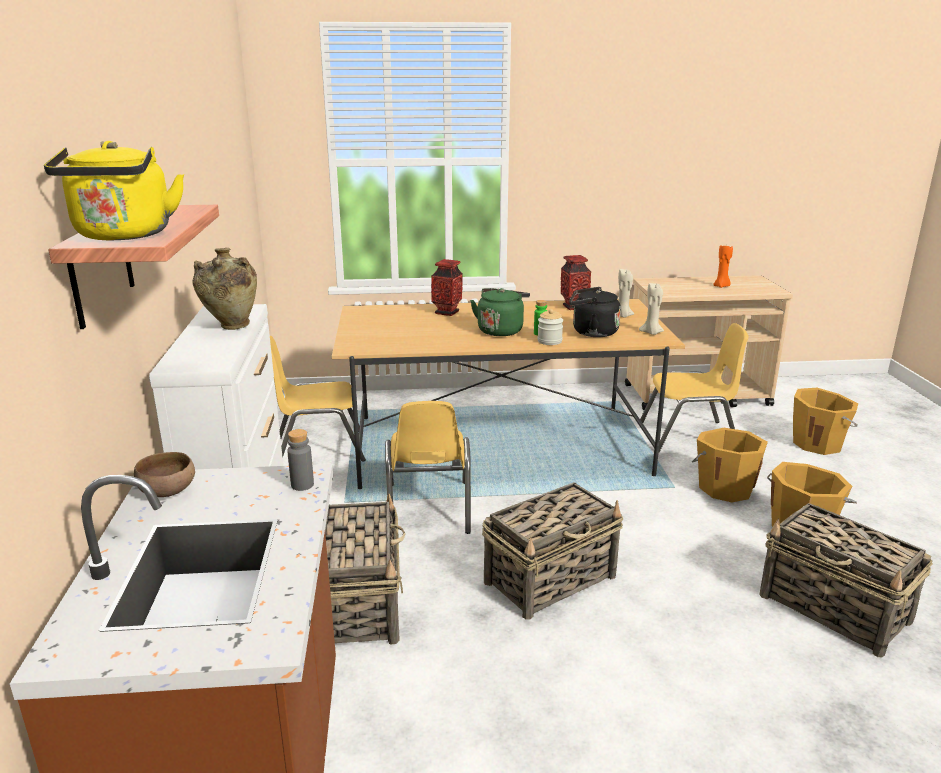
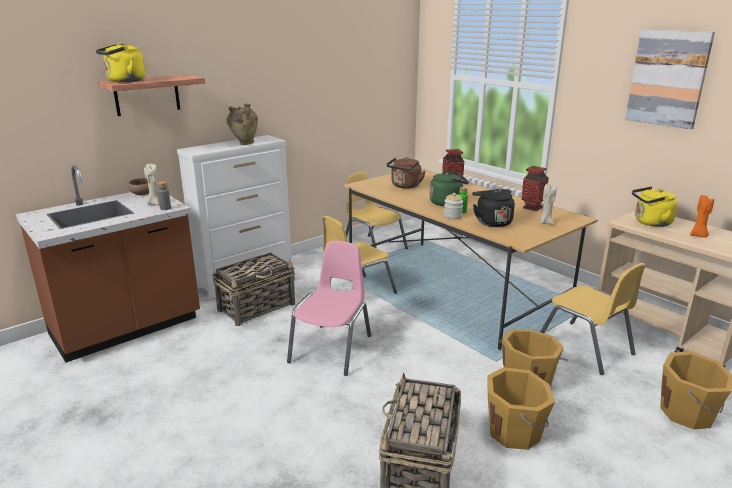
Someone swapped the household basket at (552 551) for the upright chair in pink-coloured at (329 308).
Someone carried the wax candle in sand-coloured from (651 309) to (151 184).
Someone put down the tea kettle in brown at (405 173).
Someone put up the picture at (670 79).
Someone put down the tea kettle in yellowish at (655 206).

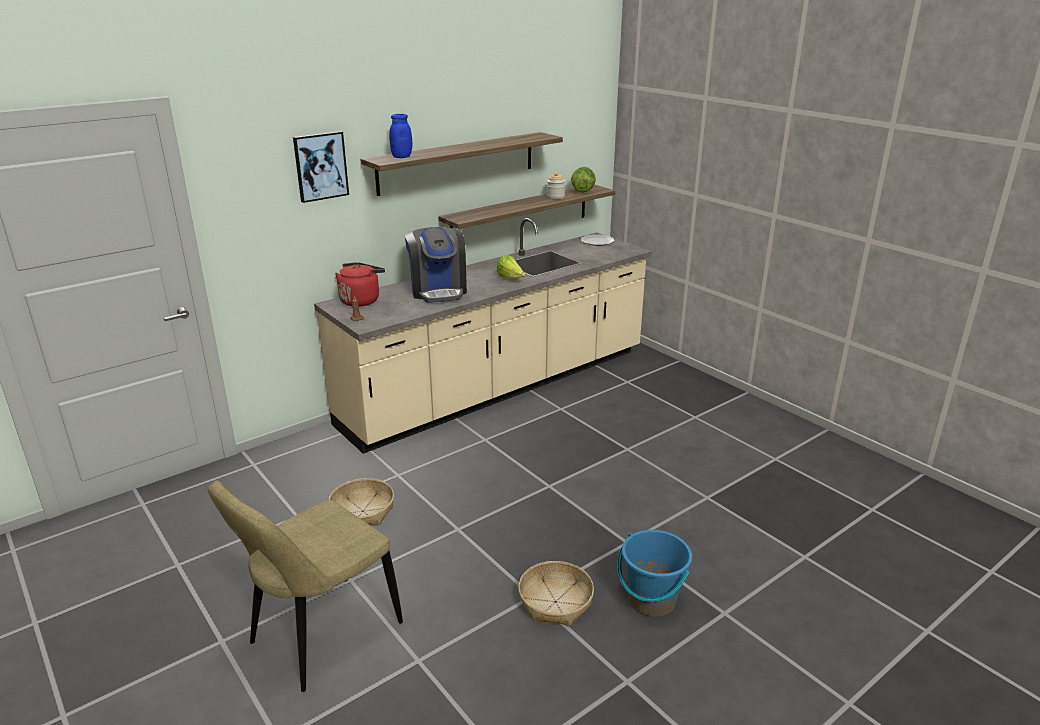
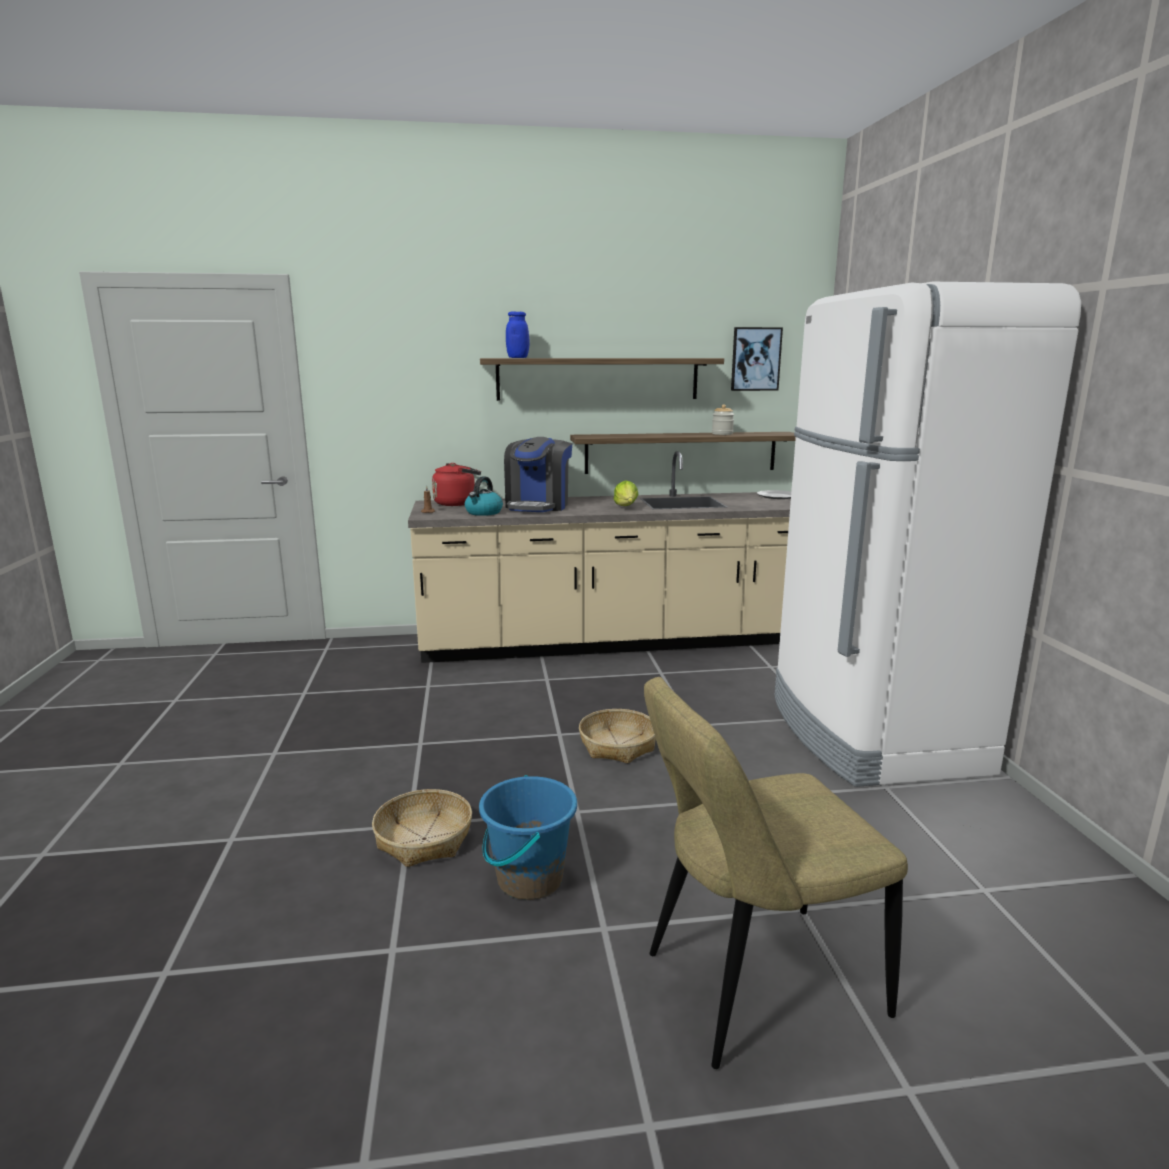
Someone carried the upright chair in sand-coloured from (305 586) to (776 873).
Someone carried the picture from (321 167) to (757 359).
Someone carried the household basket from (361 501) to (617 736).
Someone took away the lettuce head at (583 180).
Someone put down the tea kettle at (484 496).
Someone put down the kitchen fridge in white at (927 534).

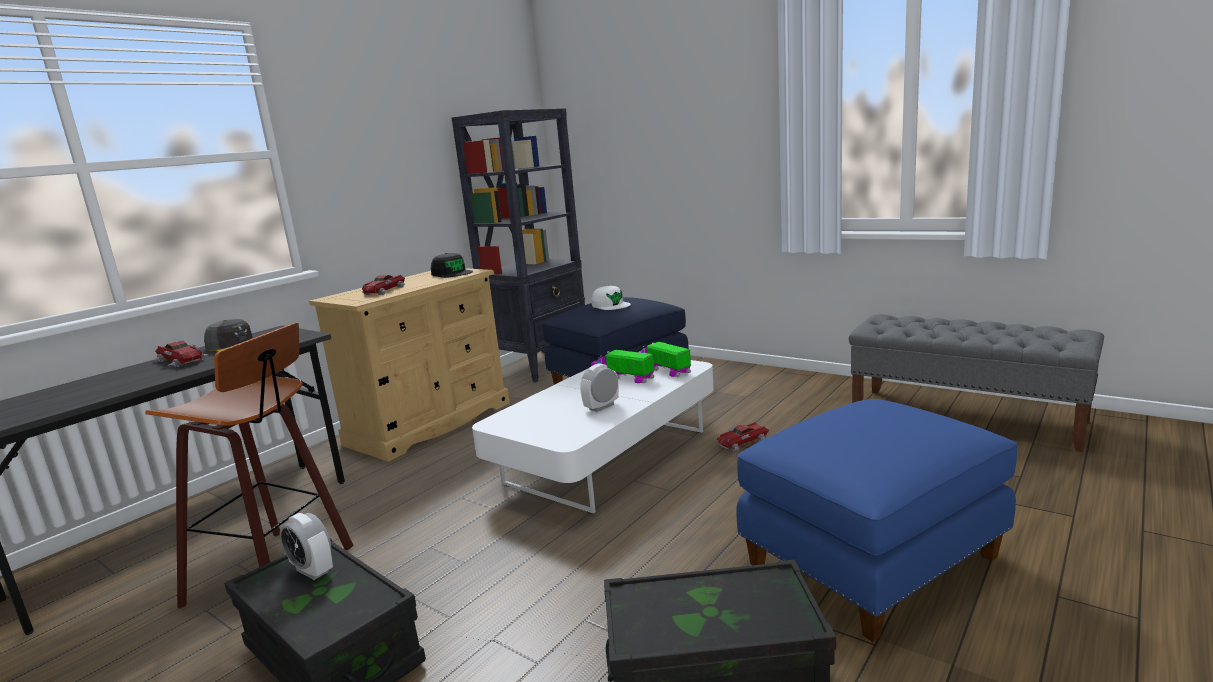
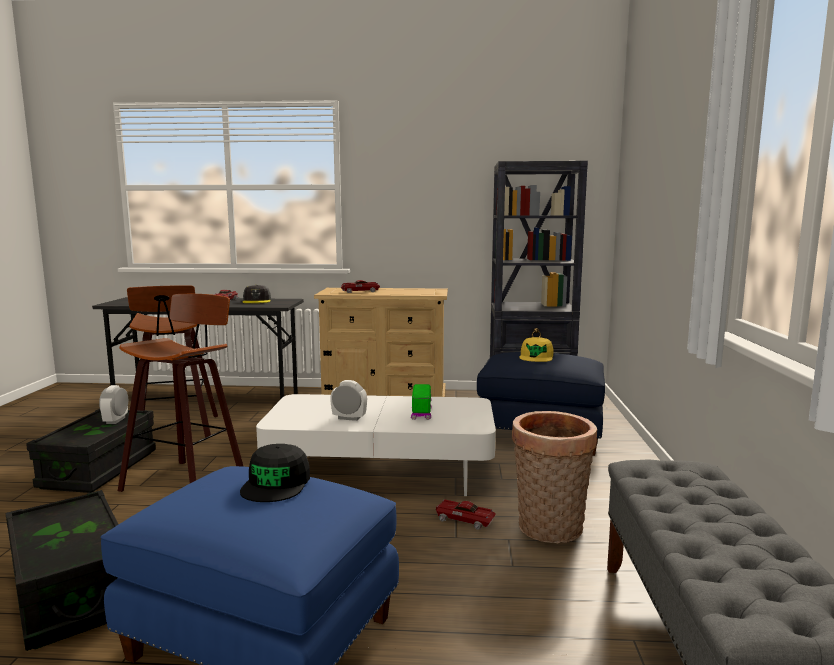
Someone carried the cap in blackish from (452 265) to (275 473).
Someone repainted the cap in white at (611 298), which became the cap in yellowish at (536 349).
Someone took away the toy lorry at (665 359).
Someone put down the stool at (181 393).
Someone put down the household basket at (554 477).

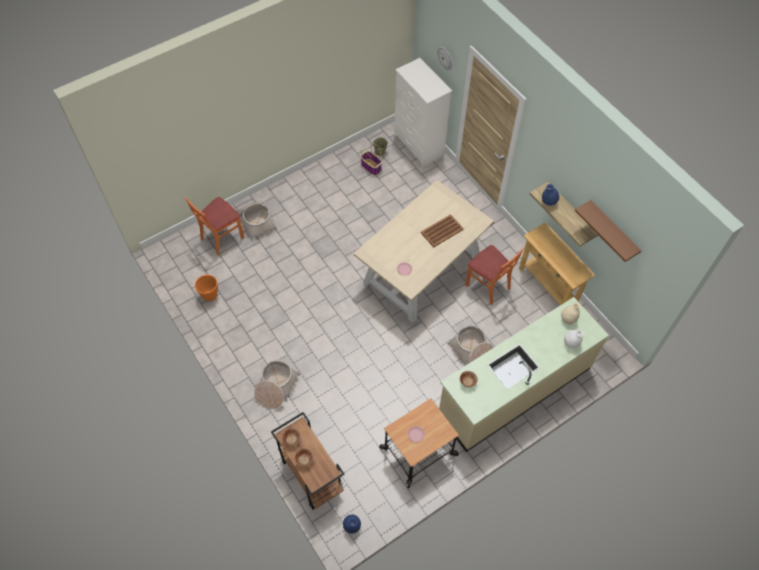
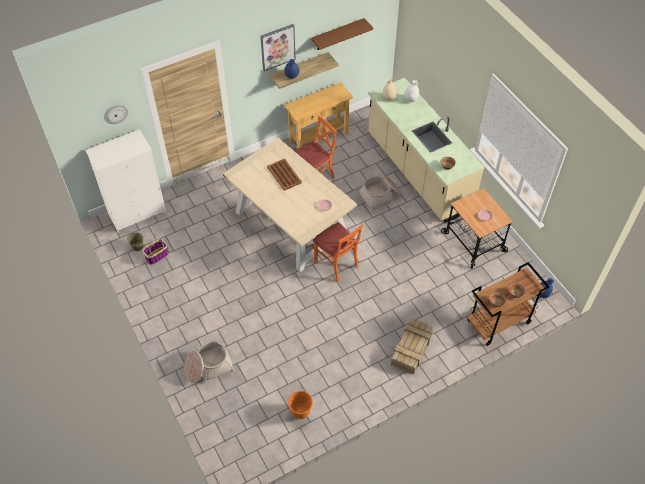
Someone carried the upright chair in orangey from (215 226) to (338 252).
Someone swapped the household basket at (277 384) for the packing crate at (412 346).
Someone put up the picture at (278 47).

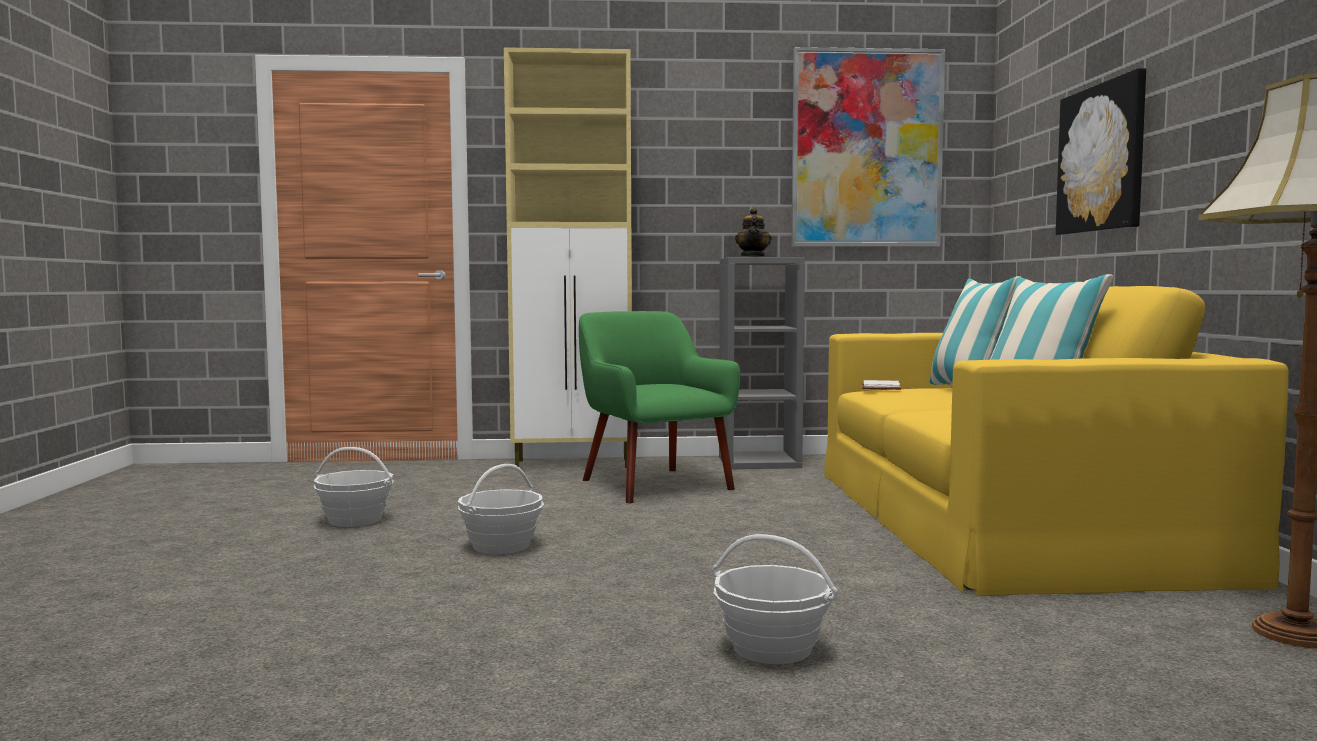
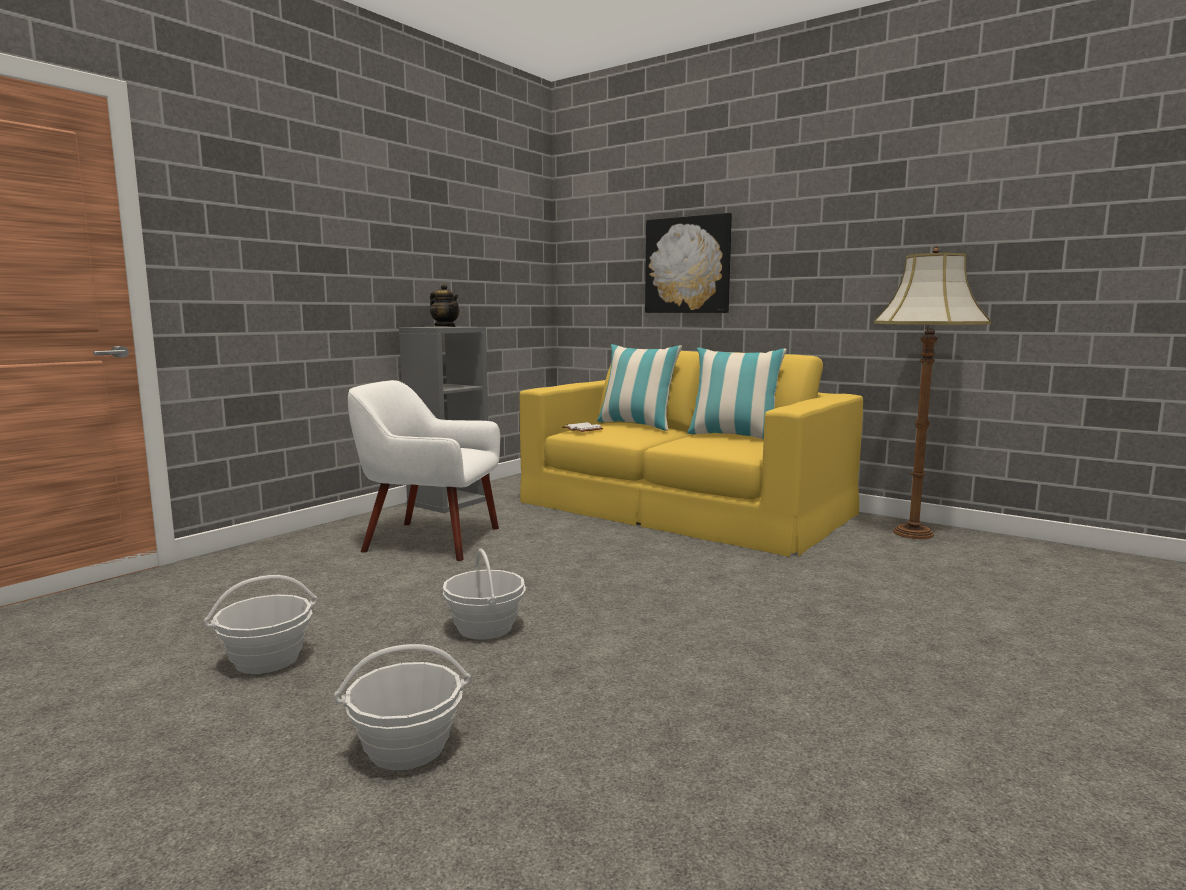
Someone took away the cabinet in sand-coloured at (568 257).
Someone repainted the easy chair in greenish at (659 407), which became the easy chair in white at (424 470).
Someone carried the household basket from (775 599) to (402 707).
Someone took away the picture at (868 146).

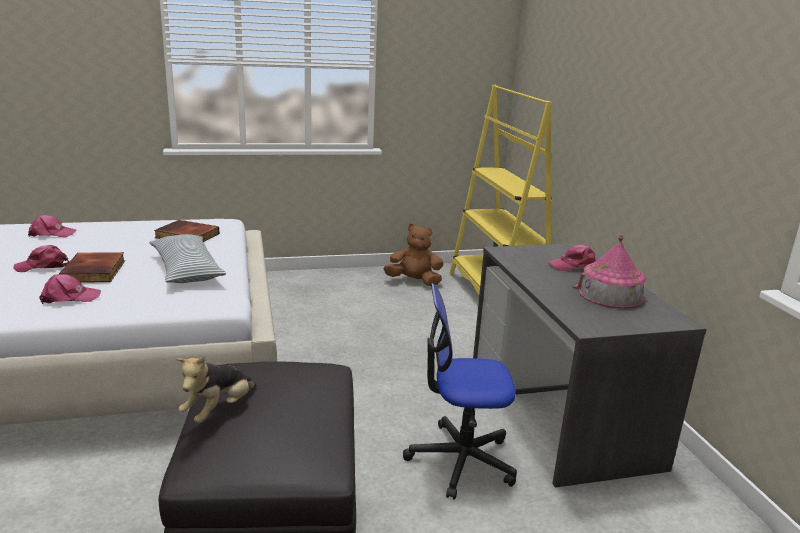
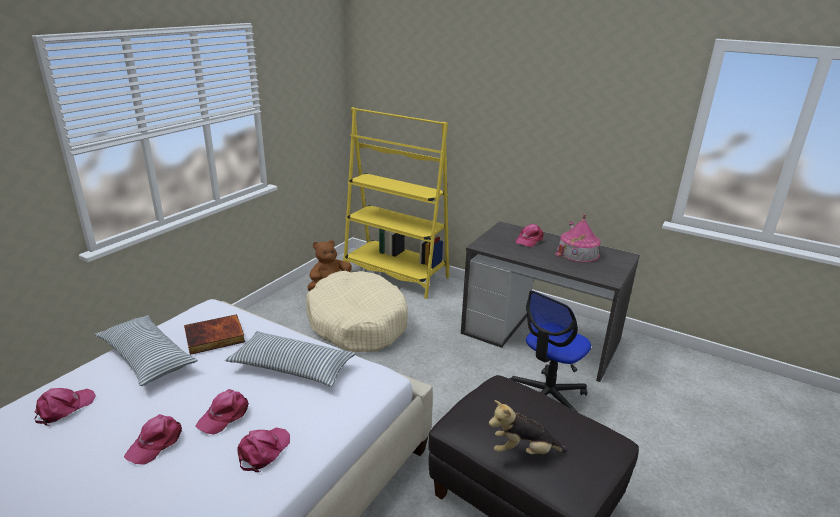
Someone swapped the volume at (92 267) for the cap in pink-coloured at (222 412).
Someone rotated the cuddly toy at (216 389) by 105 degrees clockwise.
Someone put down the pillow at (146 350).
Someone put down the dog bed in sand-coloured at (357 311).

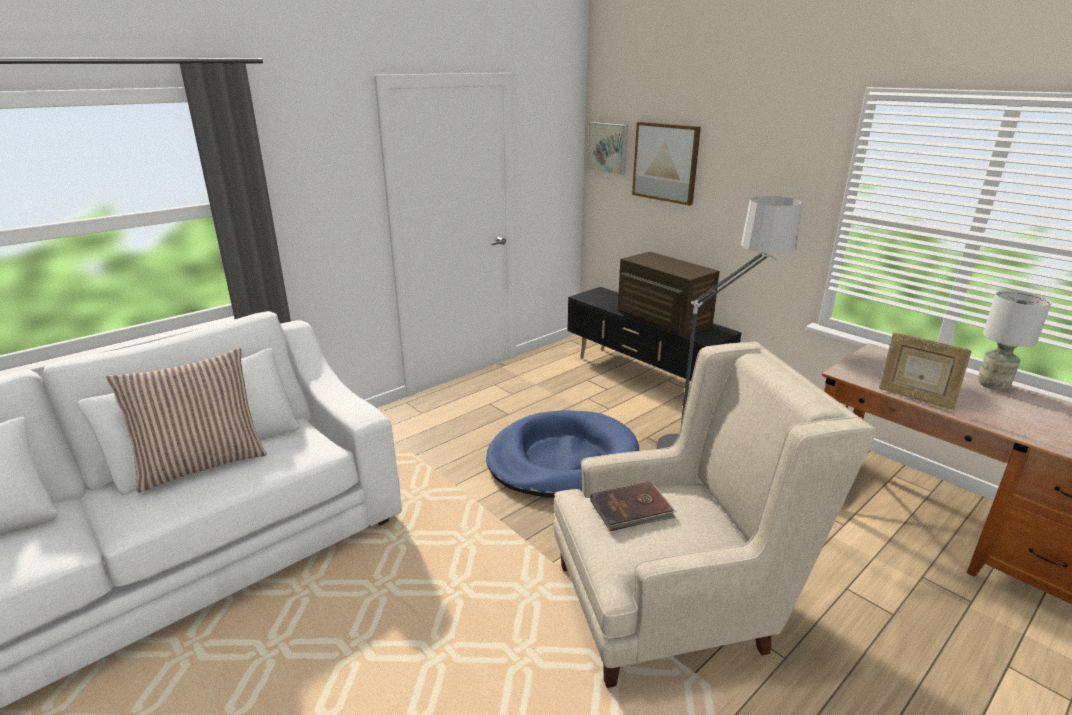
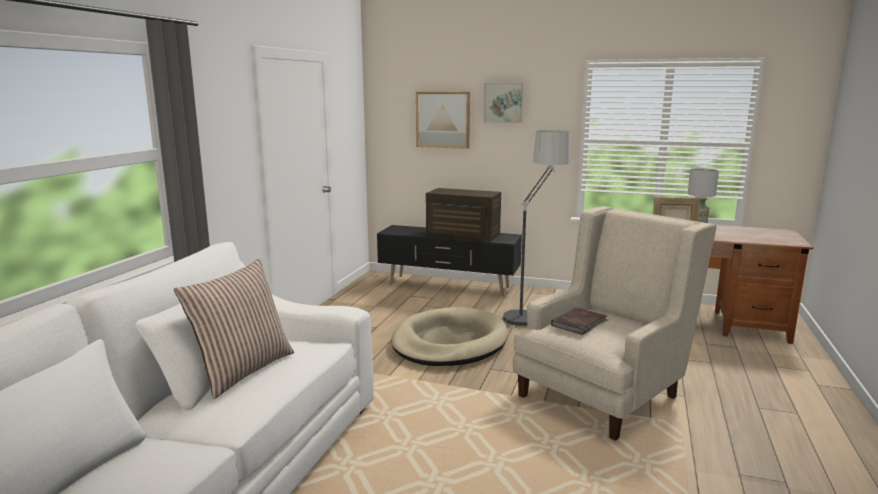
Someone repainted the dog bed in blue at (563 454), which became the dog bed in sand-coloured at (449 336).
Someone carried the picture from (608 148) to (504 103).

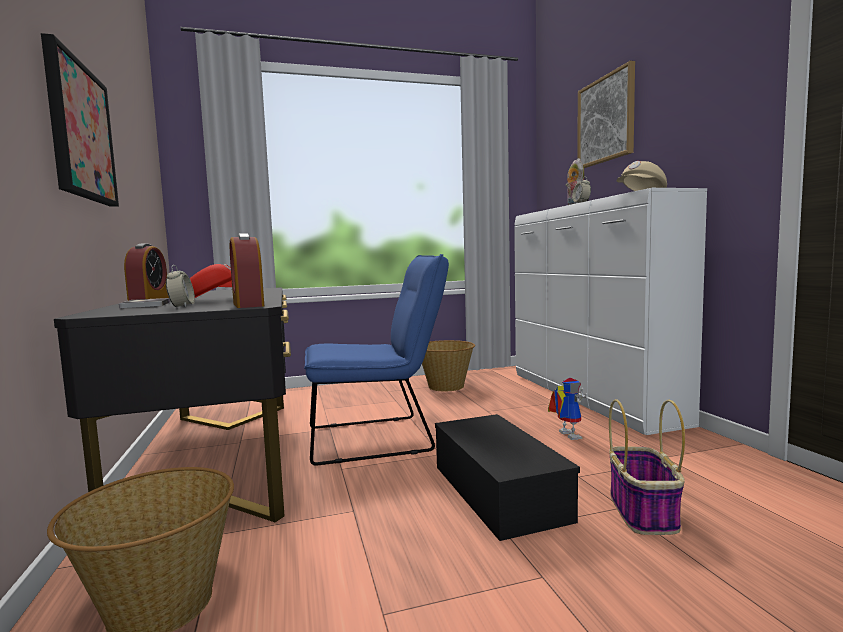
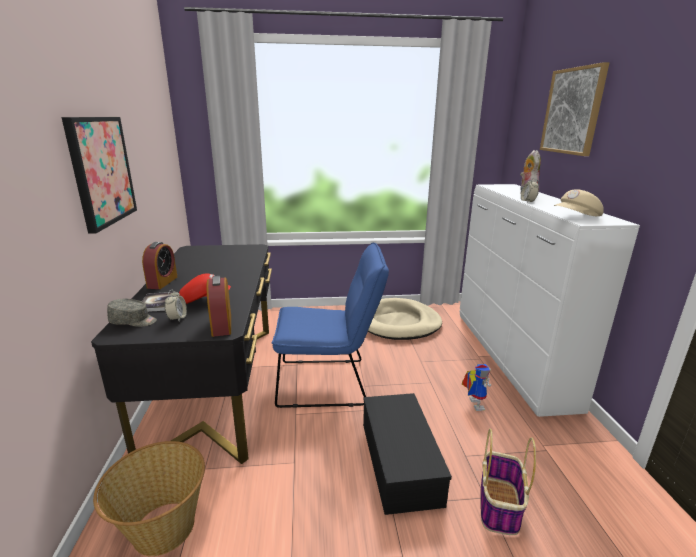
Someone swapped the household basket at (448 365) for the dog bed in sand-coloured at (405 319).
Someone put down the cap in gray at (132 313).

